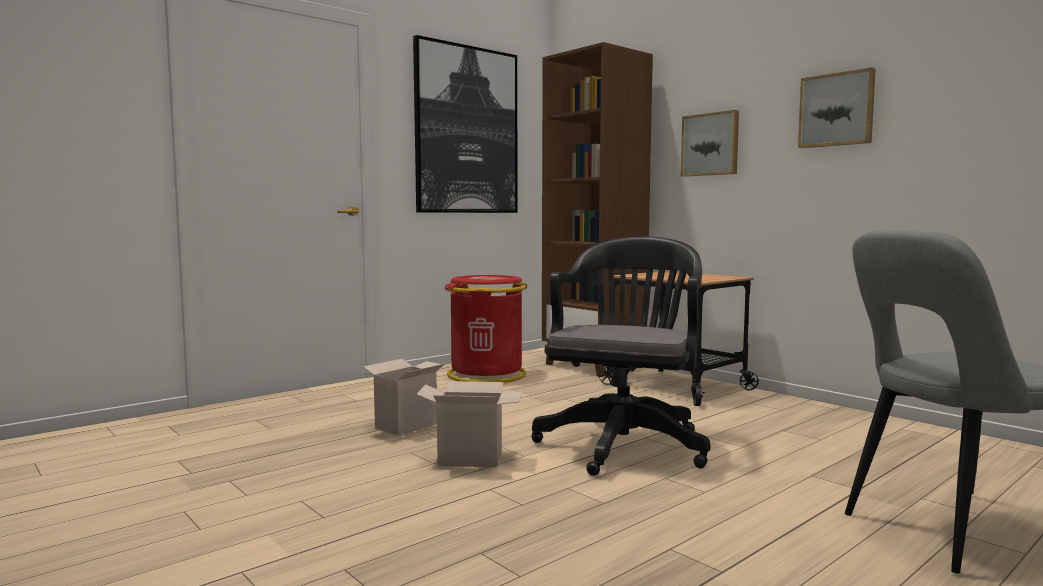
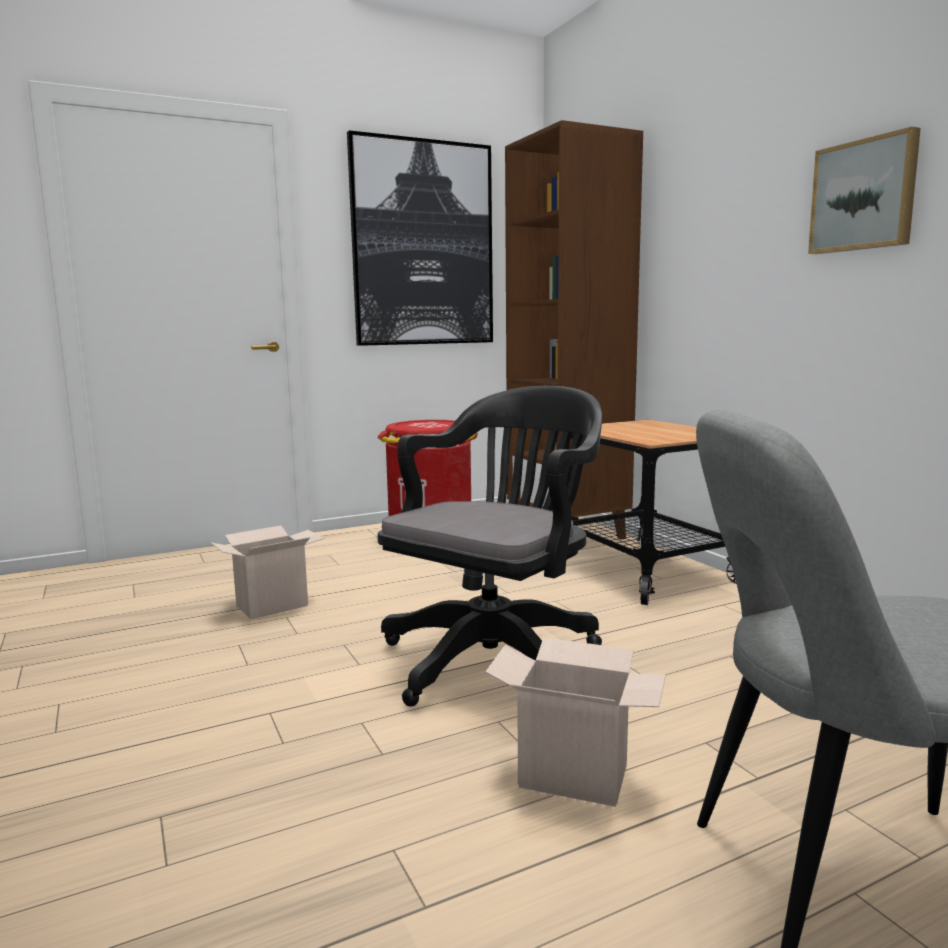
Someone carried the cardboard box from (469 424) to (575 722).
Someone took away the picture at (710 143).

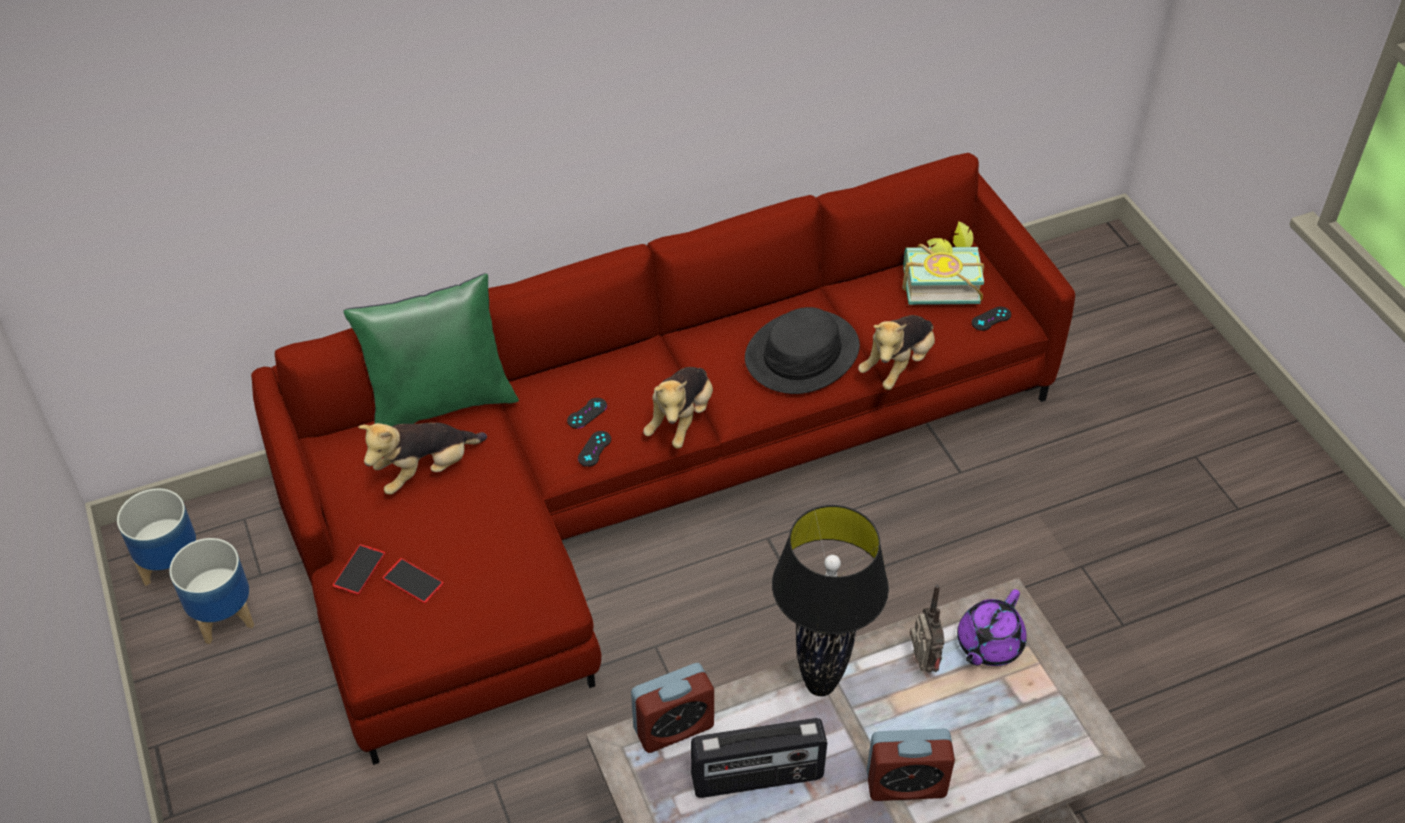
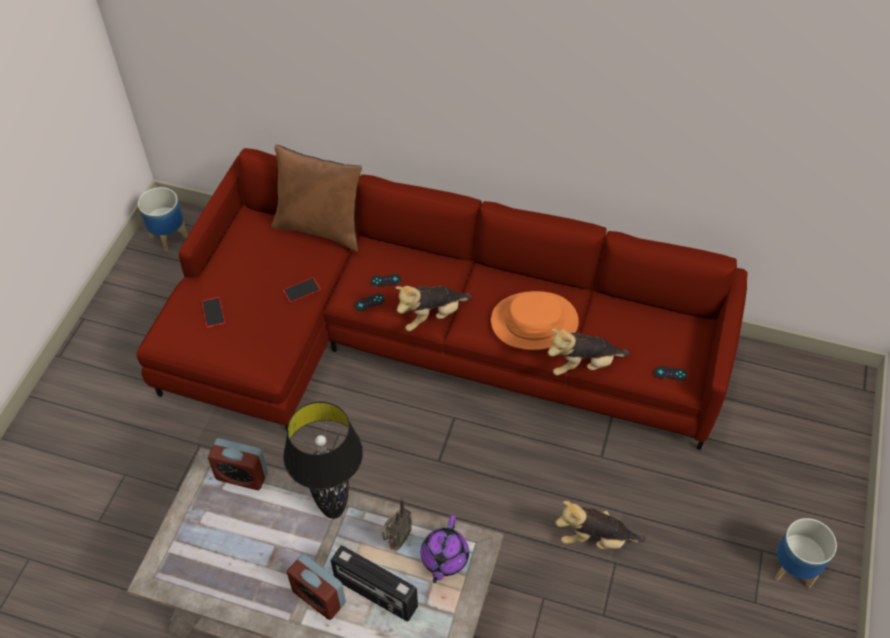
Someone carried the plant pot from (211 591) to (806 553).
Someone carried the telephone from (359 569) to (302 290).
Someone repainted the pillow in greenish at (431 349), which became the pillow in brown at (316 198).
Someone carried the cuddly toy from (422 458) to (600 525).
Someone carried the radio receiver from (759 758) to (374 583).
Someone repainted the clothing hat in blackish at (802 350), which became the clothing hat in orangey at (535 320).
Someone took away the volume at (943 263).
Someone rotated the pot for tea in purple at (992 627) by 60 degrees counterclockwise.

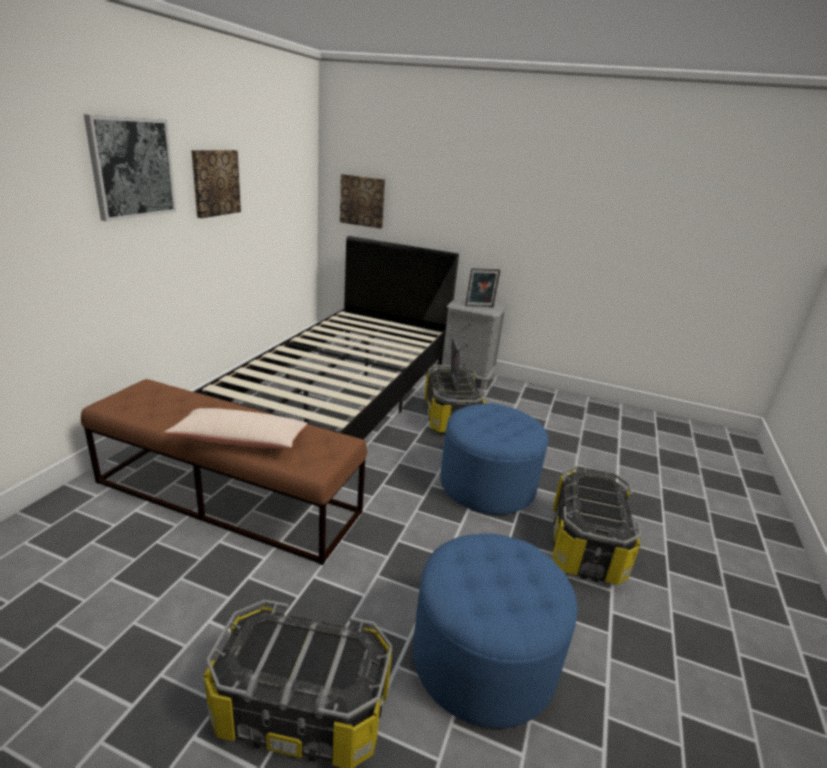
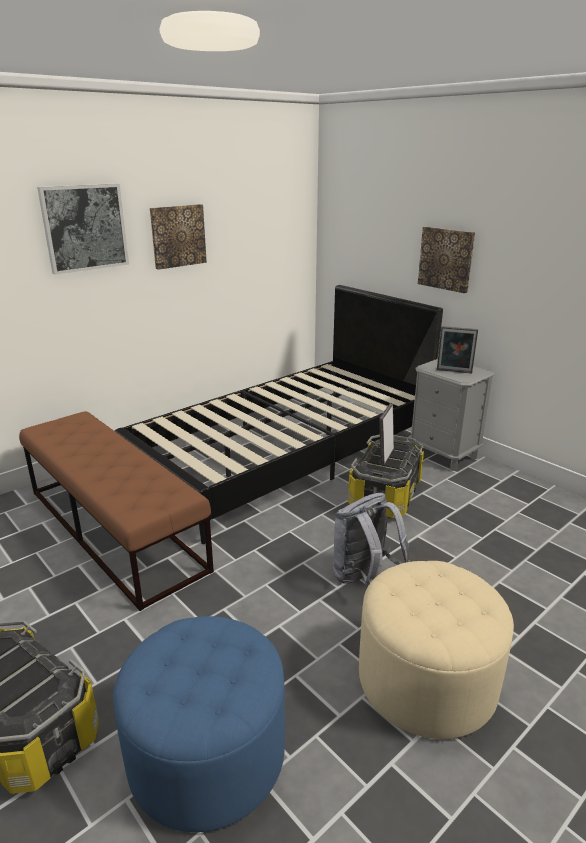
Someone took away the pillow in sand-coloured at (236 428).
Someone carried the picture from (362 201) to (446 260).
Someone swapped the ottoman in blue at (494 459) for the knapsack in gray at (371 539).
Someone swapped the storage bin at (597 525) for the ottoman in sand-coloured at (436 650).

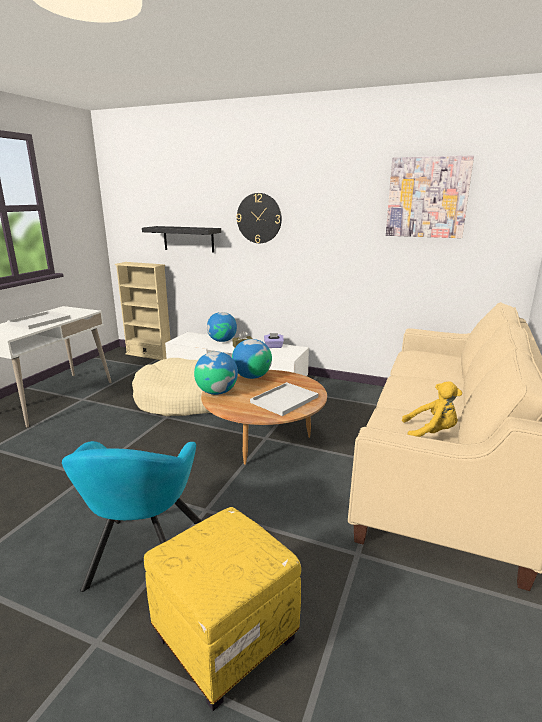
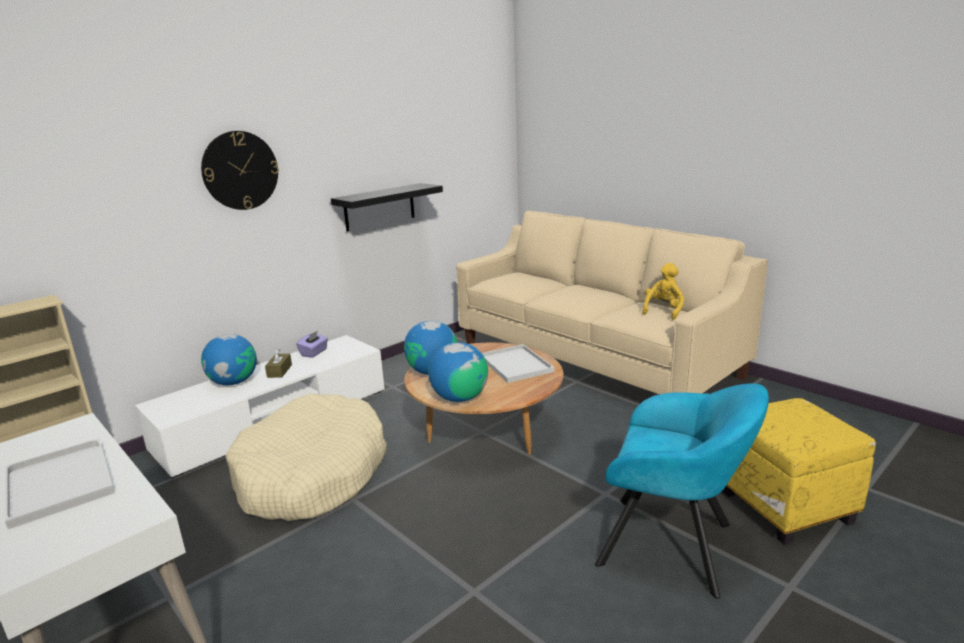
Someone carried the shelf in blackish from (181 239) to (387 207).
Someone took away the picture at (430 196).

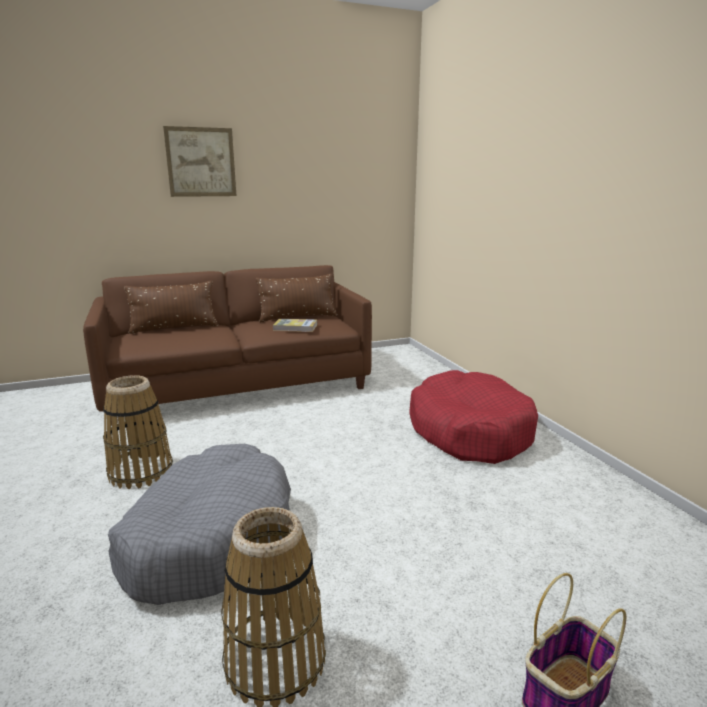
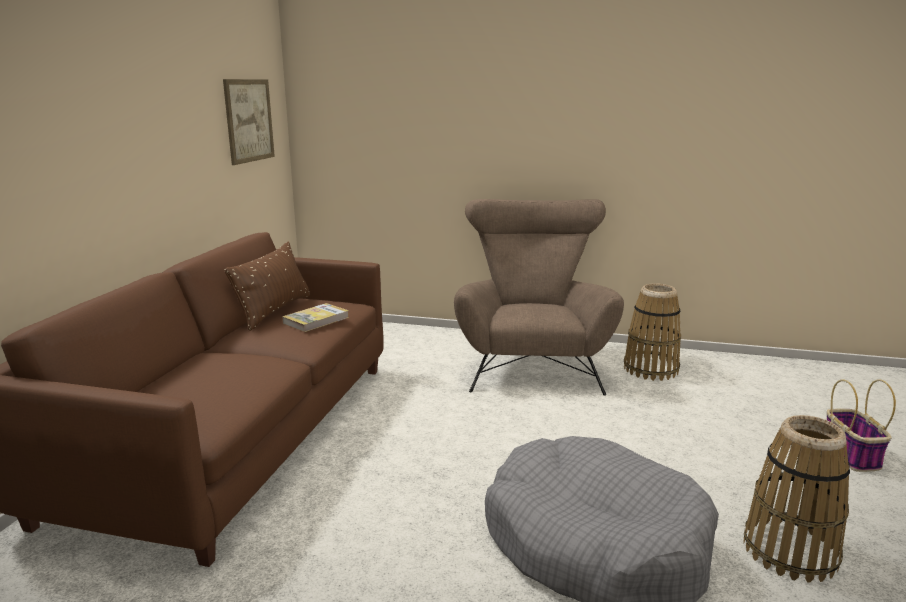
Someone carried the household basket from (138 432) to (653 332).
Someone took away the pillow in brown at (171 307).
Someone carried the picture from (199 161) to (249 122).
Someone swapped the dog bed in red at (473 417) for the easy chair in brown at (539 297).

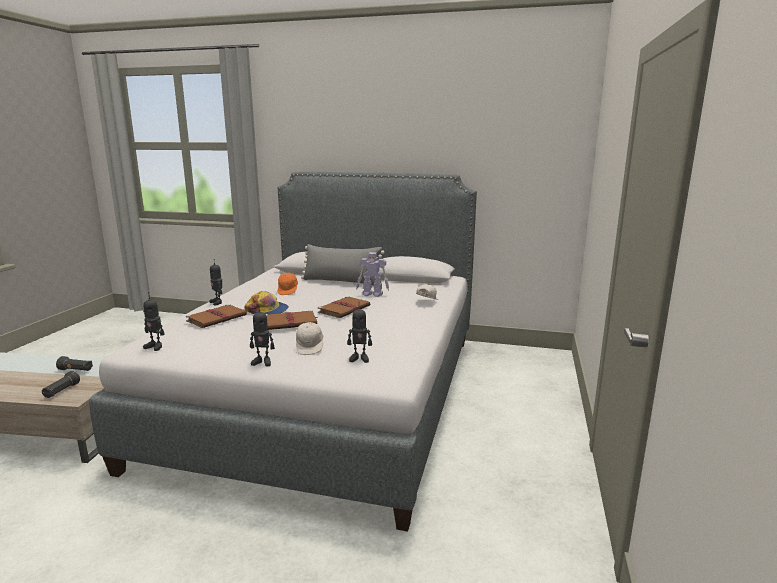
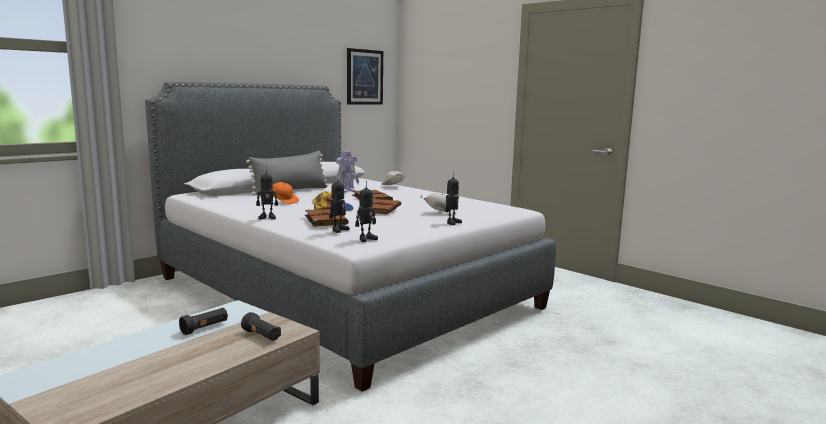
Someone carried the robot figure from (359 335) to (339 203).
Someone put up the picture at (365 76).

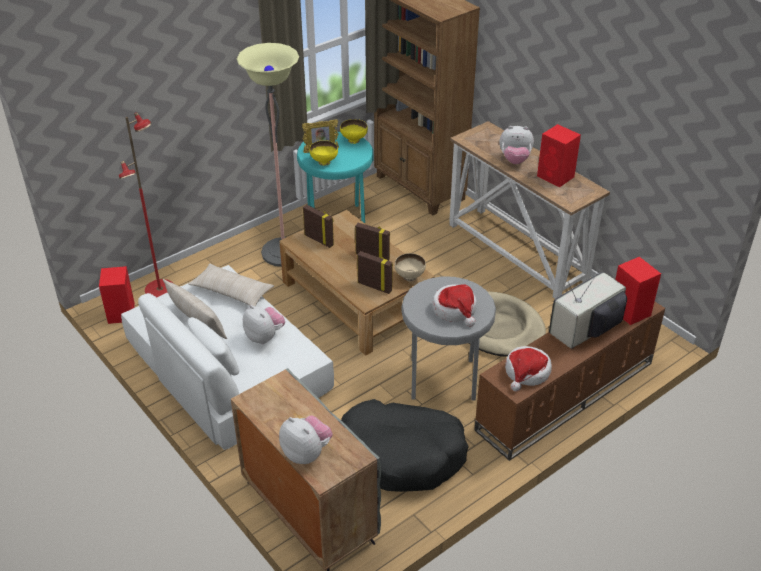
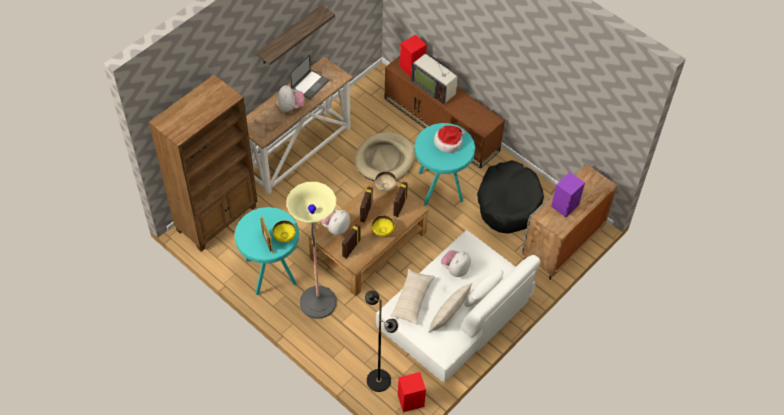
Someone repainted the floor lamp in red at (146 204), which became the floor lamp in blackish at (381 341).
Someone carried the cuddly toy from (306 439) to (335 222).
Someone carried the deep dish in yellowish from (354 131) to (383 225).
Someone repainted the stool in gray at (449 338), which became the stool in blue-green at (444 164).
Someone took away the clothing hat at (528 369).
Someone swapped the audio speaker in red at (559 155) for the laptop at (309 76).
Someone put up the shelf at (295 35).
Someone put down the audio speaker in purple at (568 194).

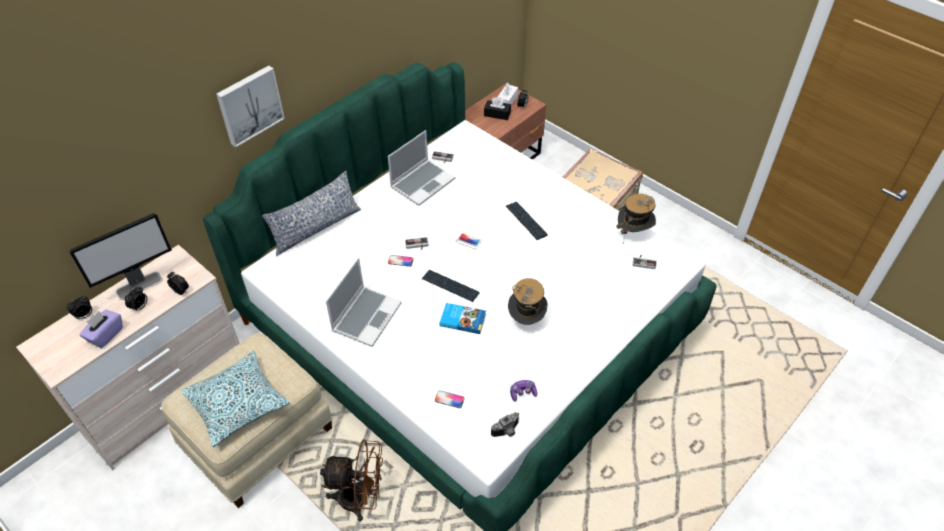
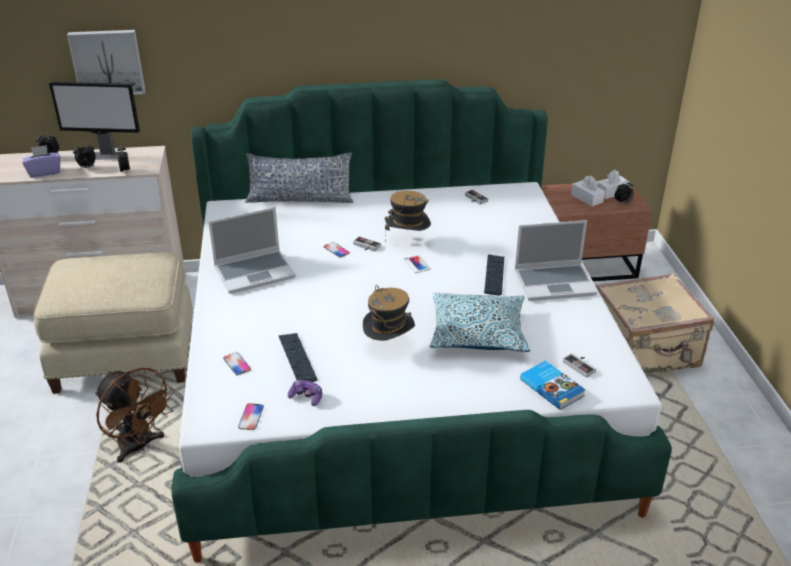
Someone carried the pillow from (235 399) to (480 322).
Someone carried the picture from (250 107) to (106 62).
Someone carried the laptop from (421 168) to (555 260).
Someone carried the computer keyboard from (451 286) to (297 357).
Someone carried the volume from (462 318) to (552 385).
Someone repainted the tissue holder in blackish at (497 108), which became the tissue holder in white at (588 191).
Someone swapped the still camera at (505 424) for the telephone at (251 416).
Someone carried the clothing hat from (636 218) to (408 216).

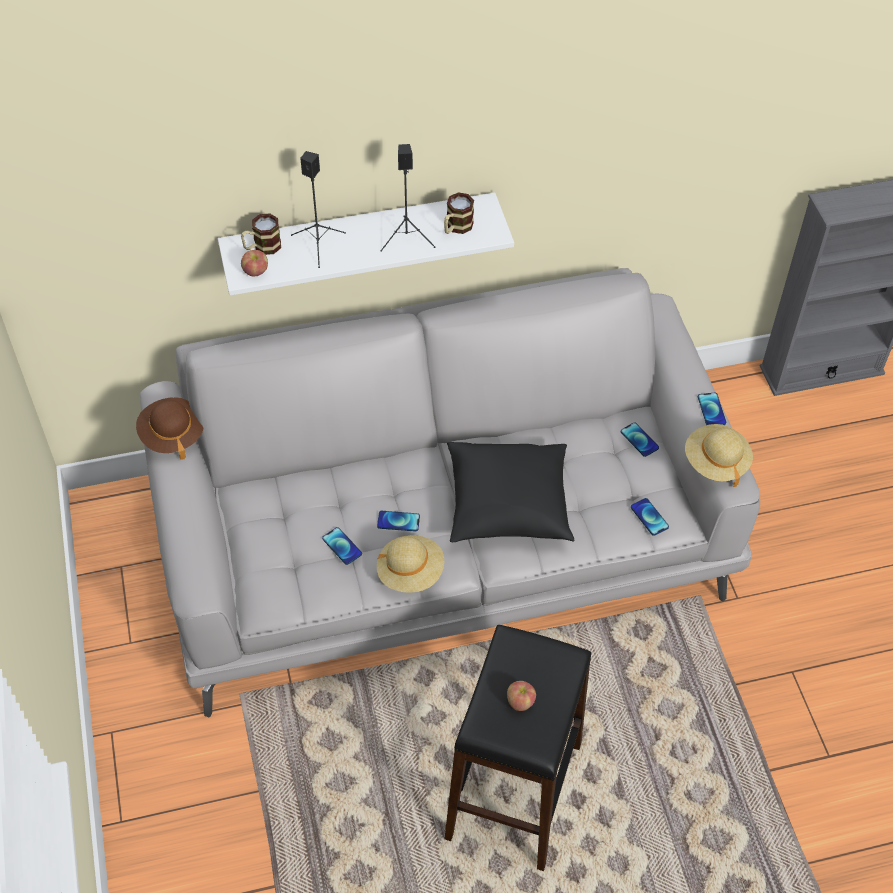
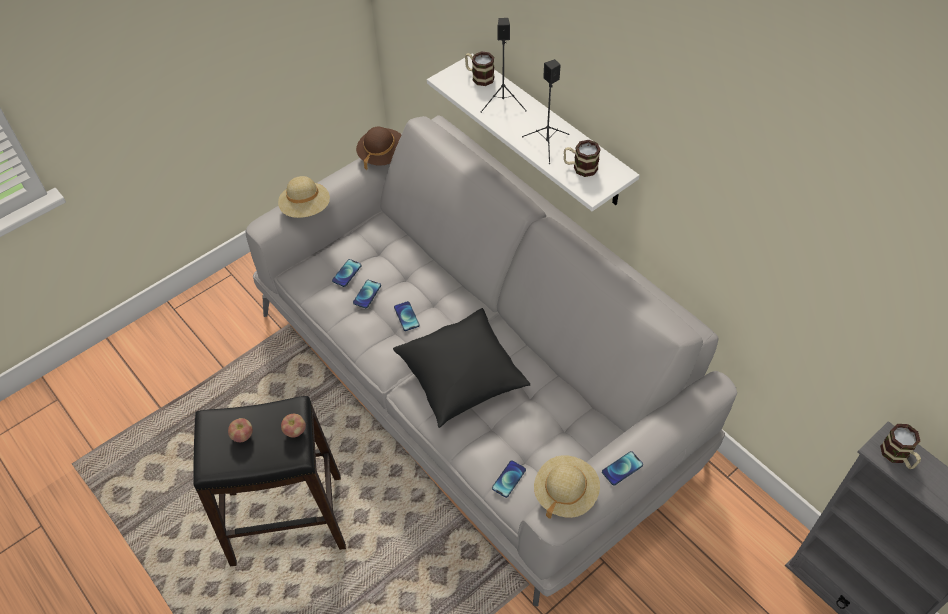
Someone carried the whole apple from (254 263) to (293 426).
Someone carried the clothing hat in sand-coloured from (410 564) to (304 197).
Someone carried the telephone from (640 439) to (347 273).
Someone put down the coffee mug at (900 446).

